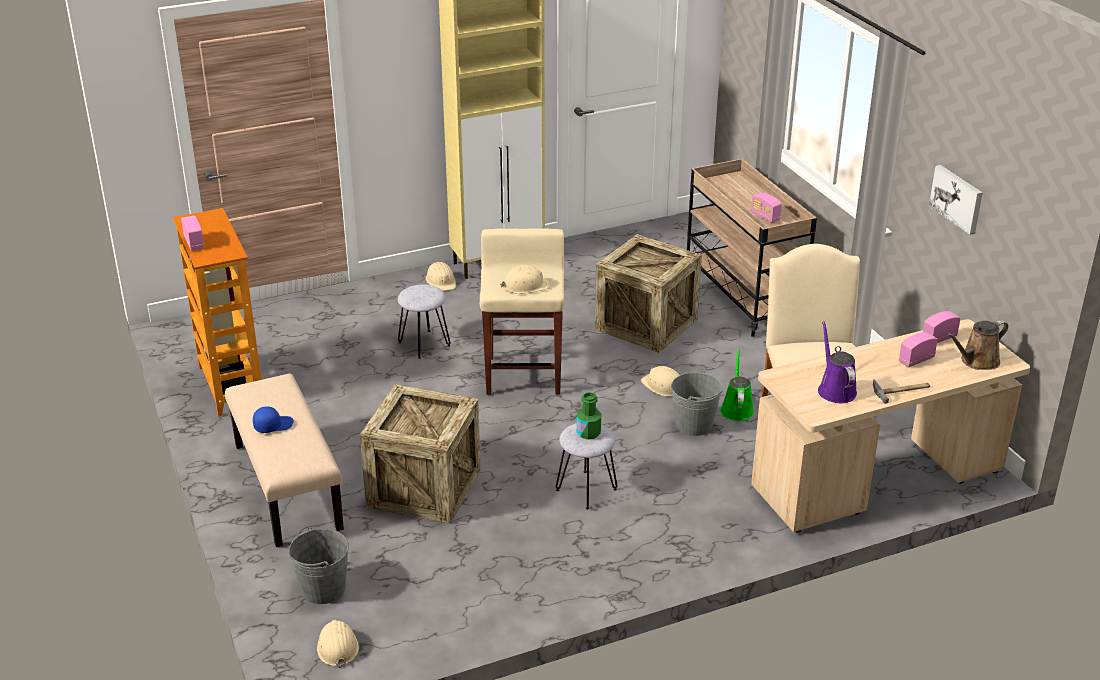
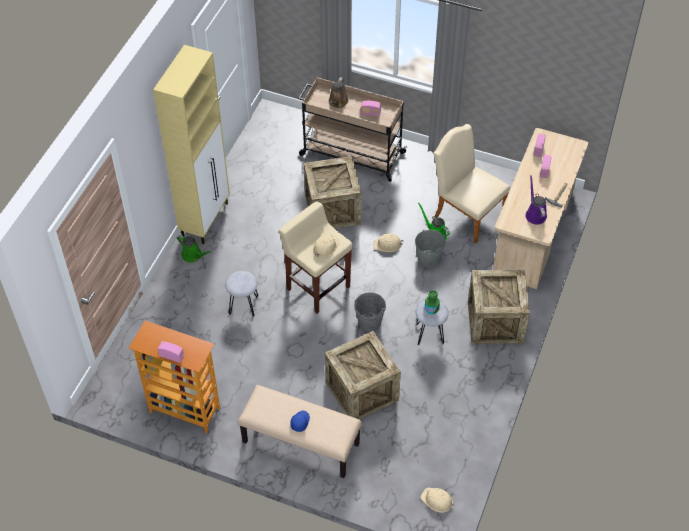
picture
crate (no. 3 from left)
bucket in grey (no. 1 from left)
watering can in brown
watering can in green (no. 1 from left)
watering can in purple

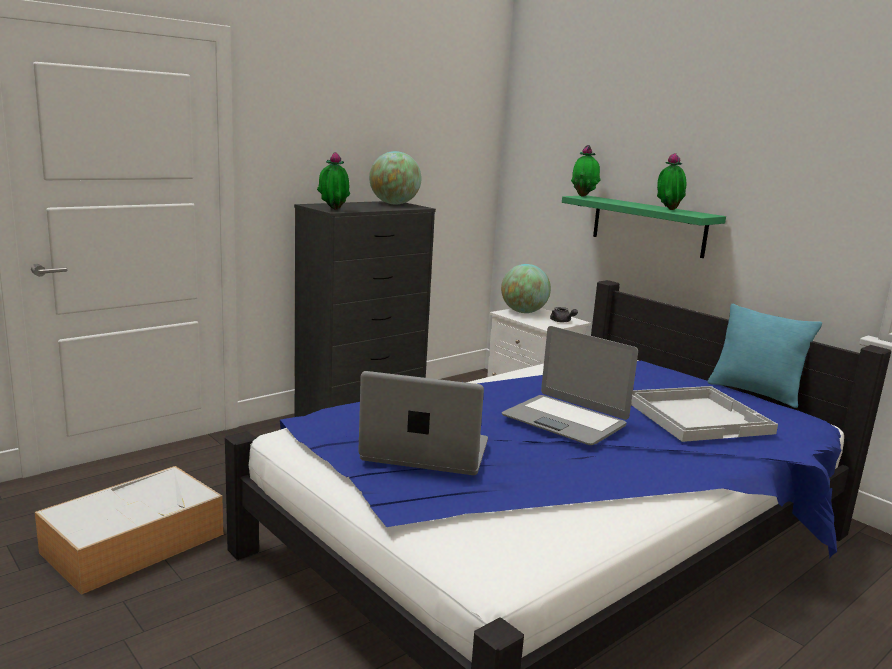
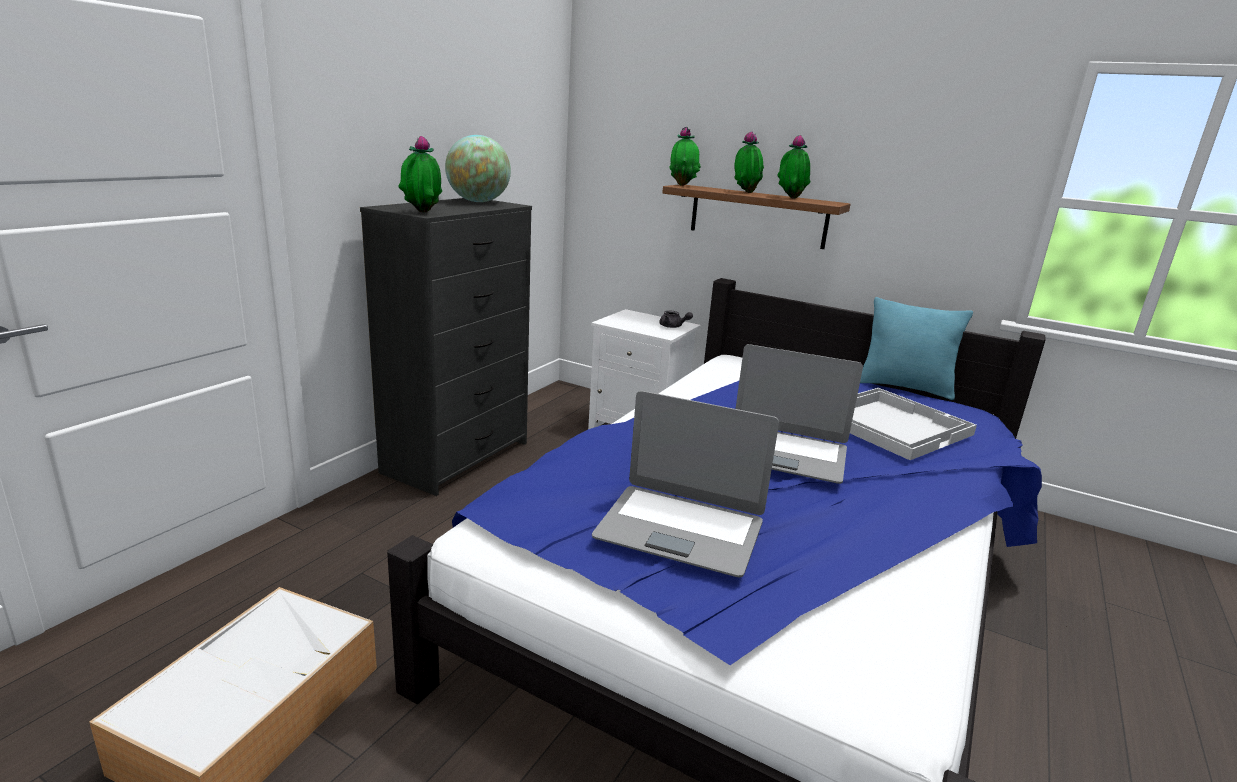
globe (no. 2 from left in the first image)
potted plant (no. 3 from left)
shelf in brown
laptop (no. 1 from left)

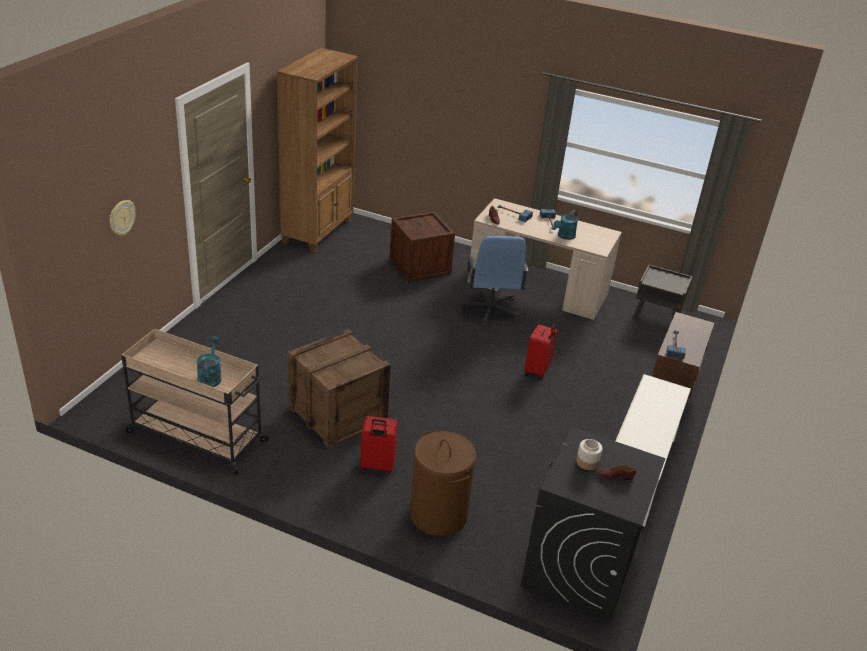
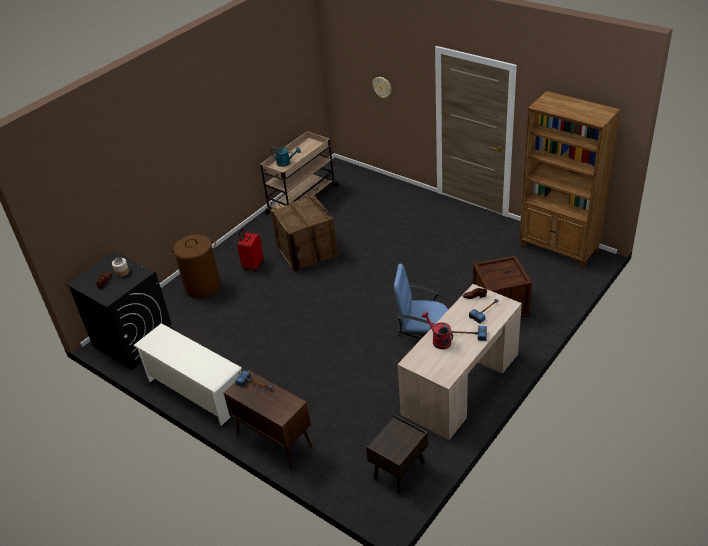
suitcase in red (no. 2 from left in the first image)
watering can in red

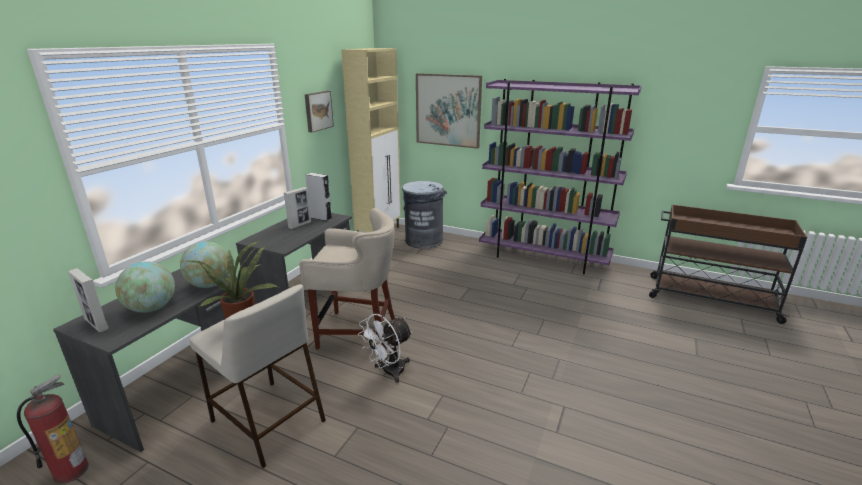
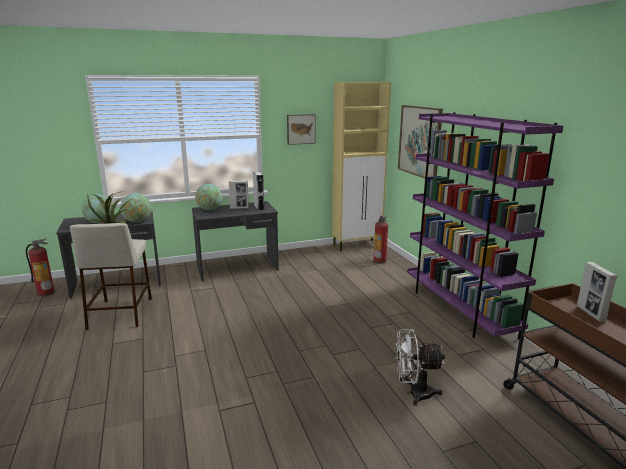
stool in beige (no. 2 from left in the first image)
globe (no. 3 from left)
picture frame (no. 2 from left)
fan in white
fire extinguisher (no. 2 from left)

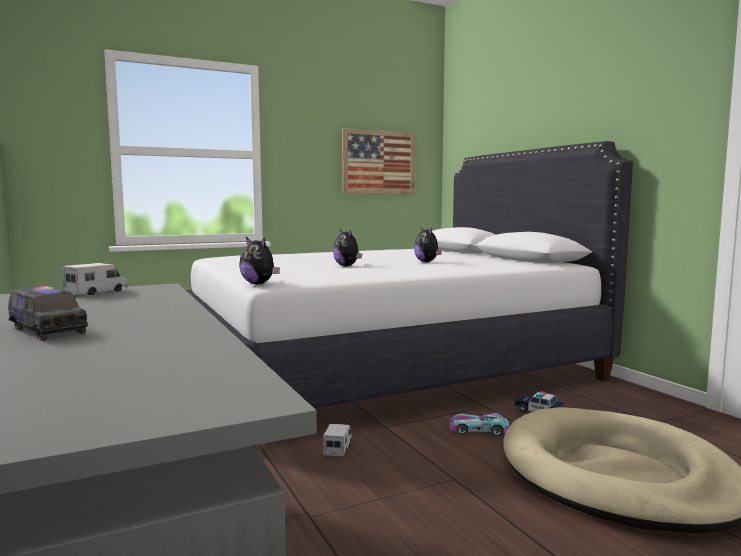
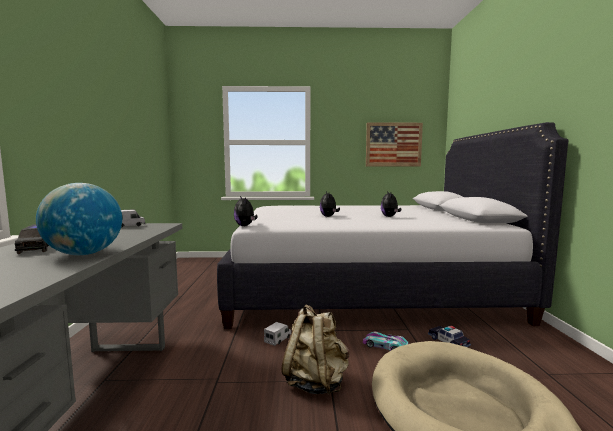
globe
backpack in beige

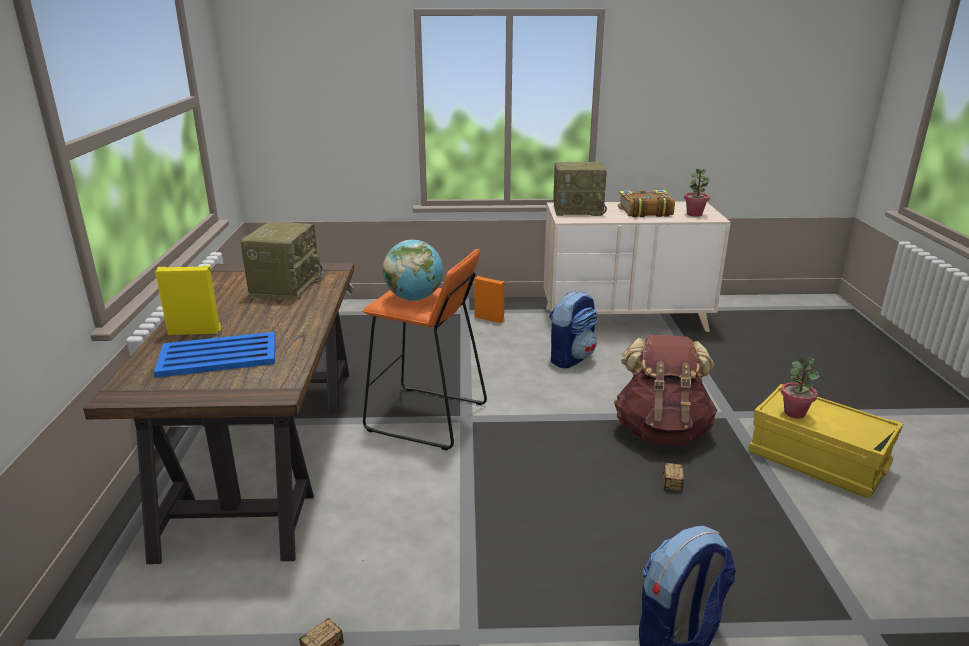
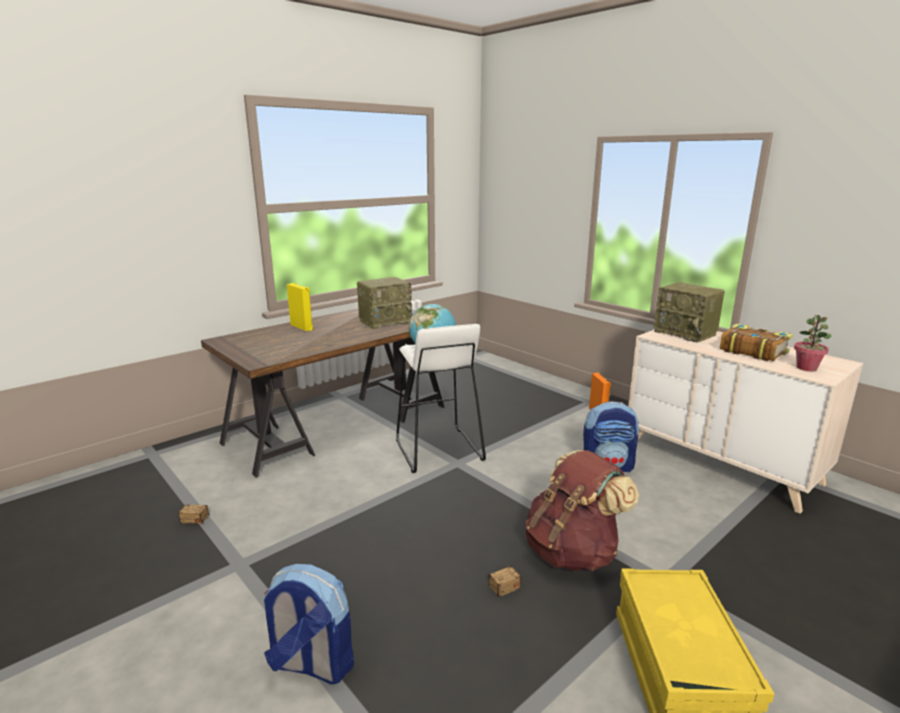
tray in blue
potted plant (no. 2 from left in the first image)
stool in white

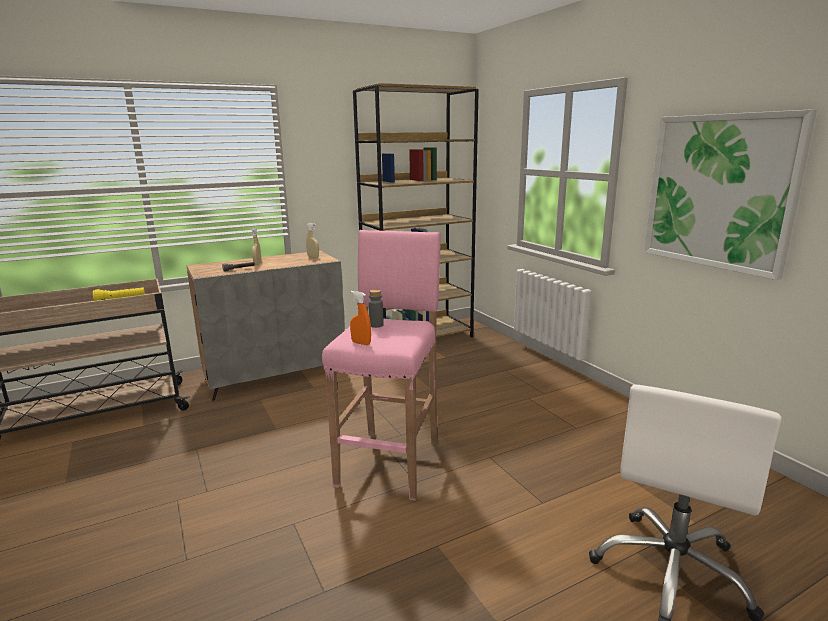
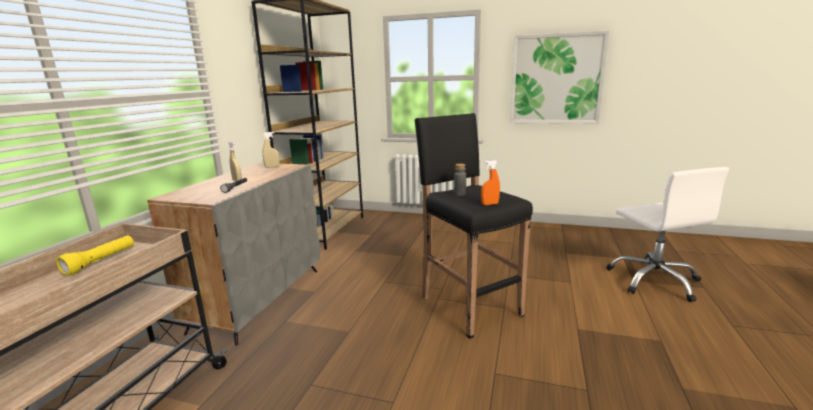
stool in black

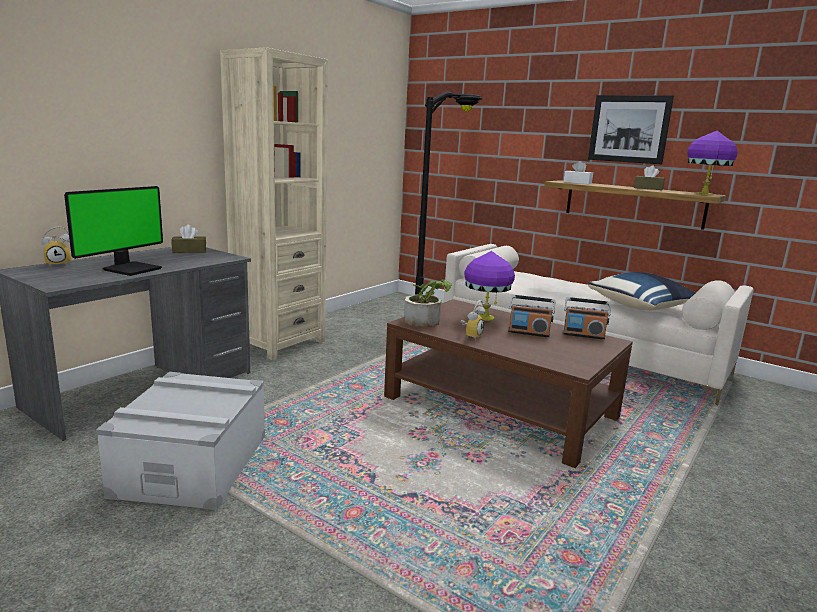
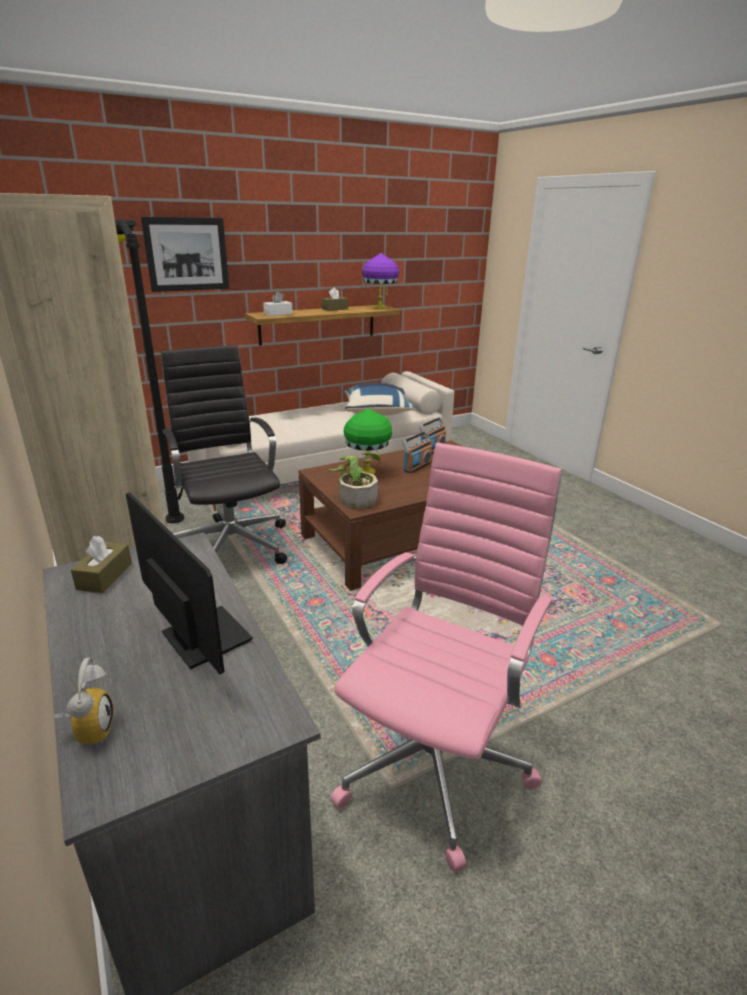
alarm clock (no. 2 from left in the first image)
office chair in black
picture
office chair in pink
table lamp in green

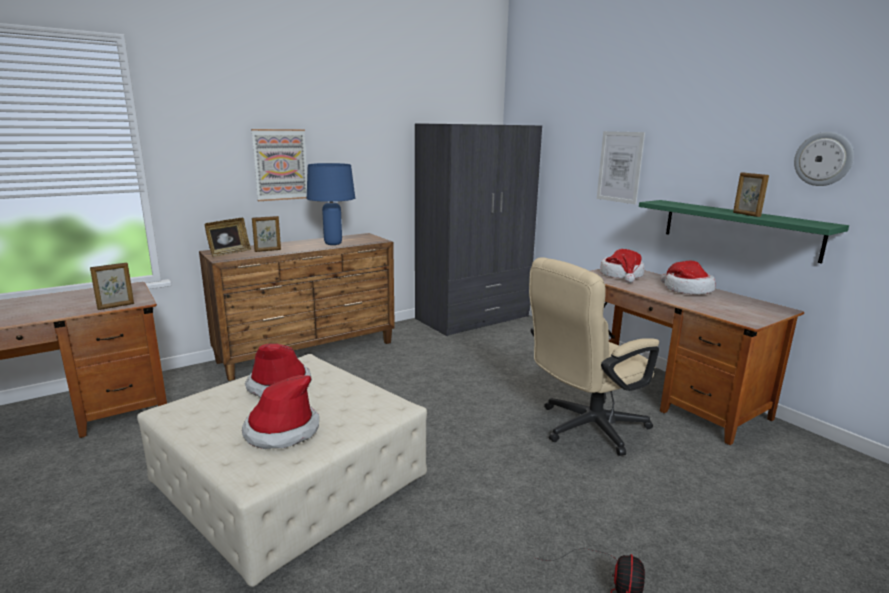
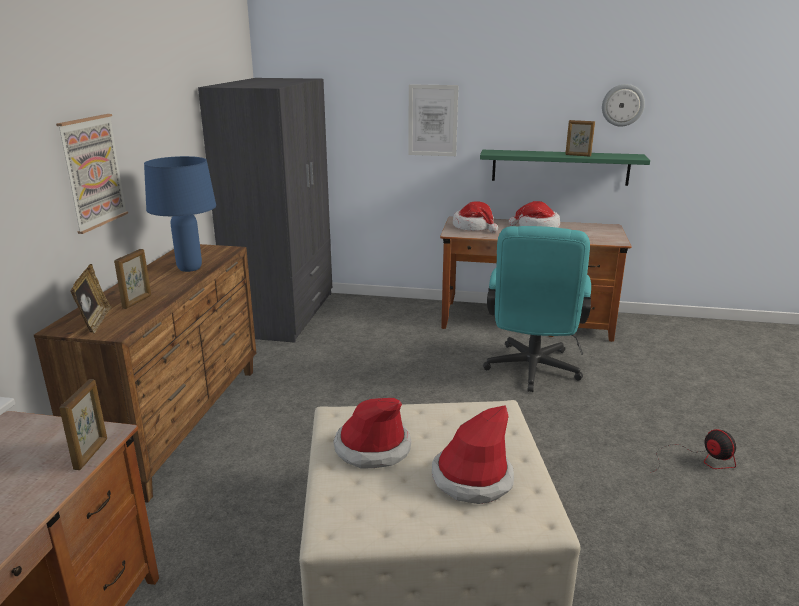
office chair in turquoise

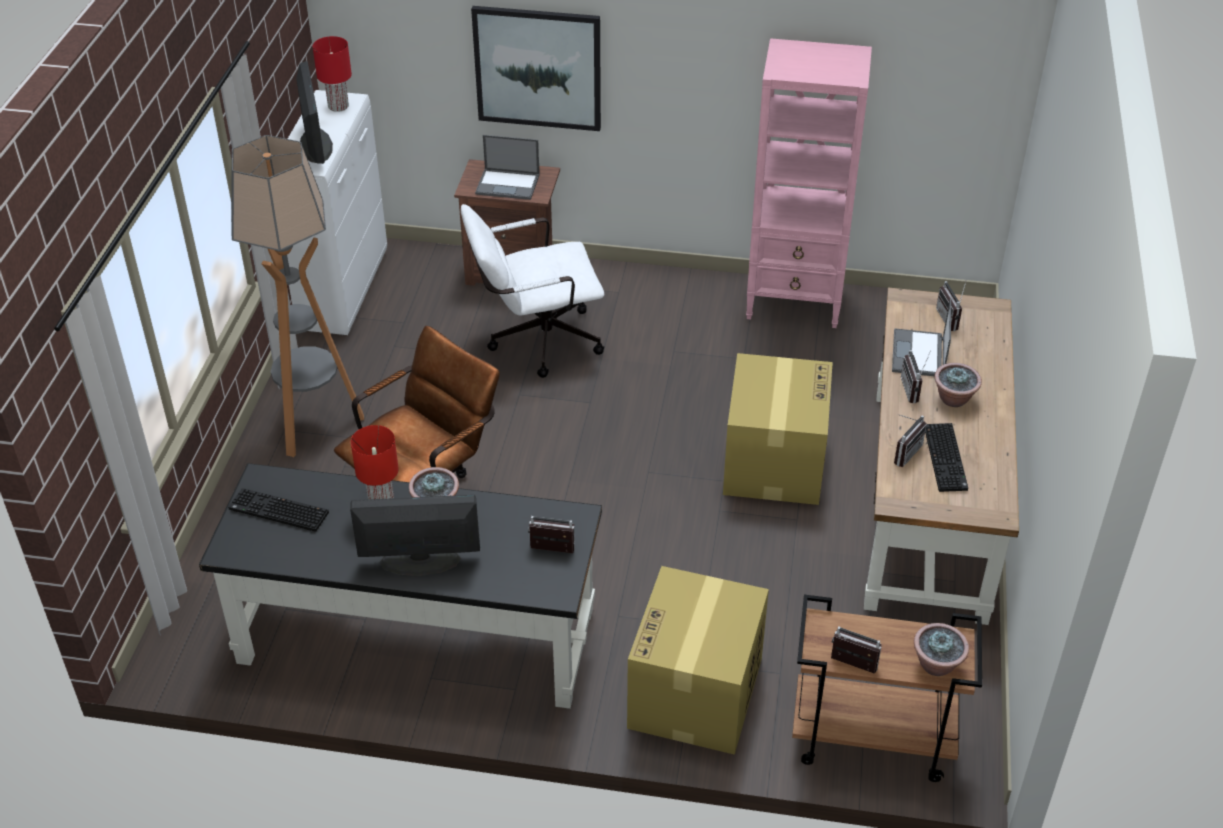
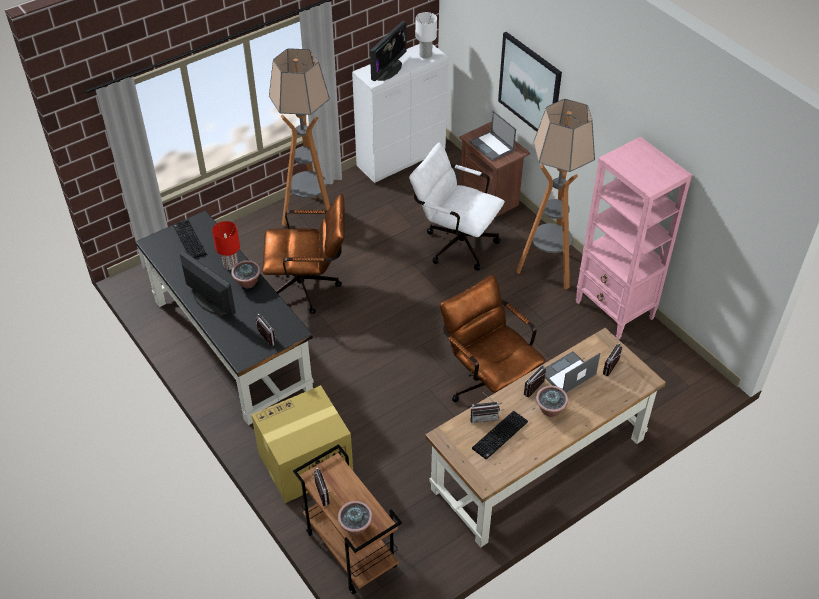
floor lamp (no. 2 from left)
office chair in brown (no. 2 from left)
table lamp in white

